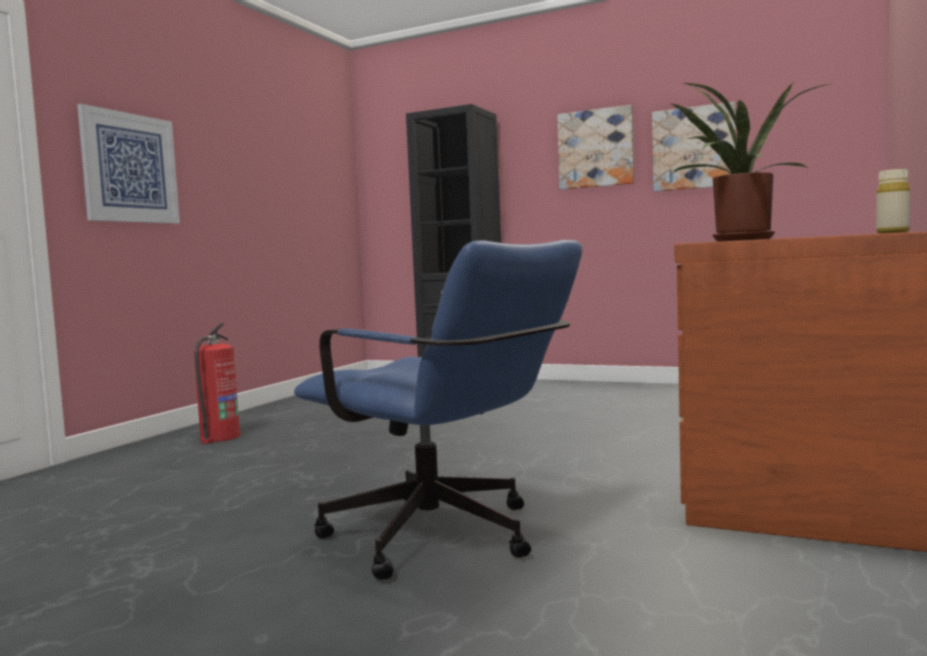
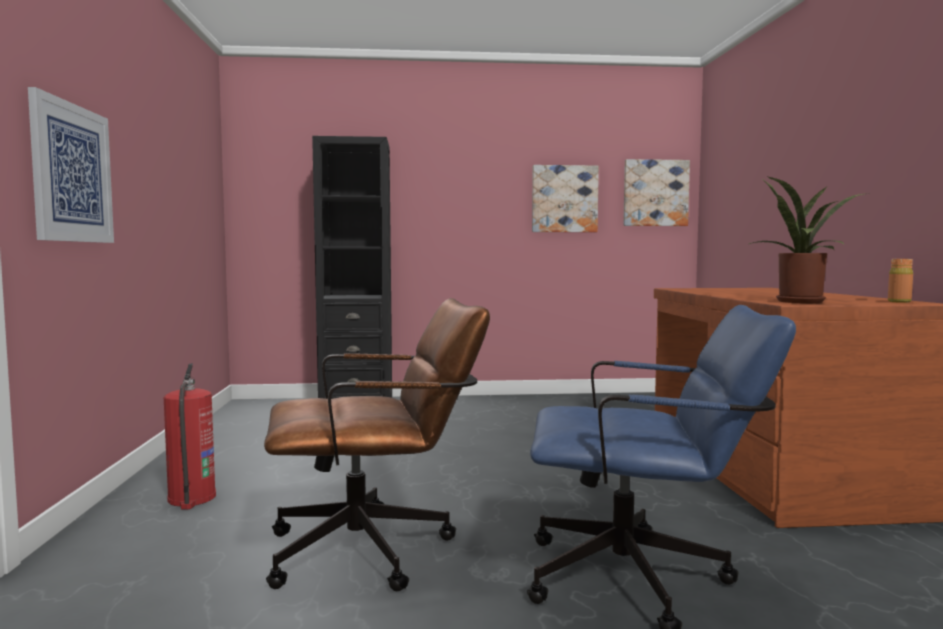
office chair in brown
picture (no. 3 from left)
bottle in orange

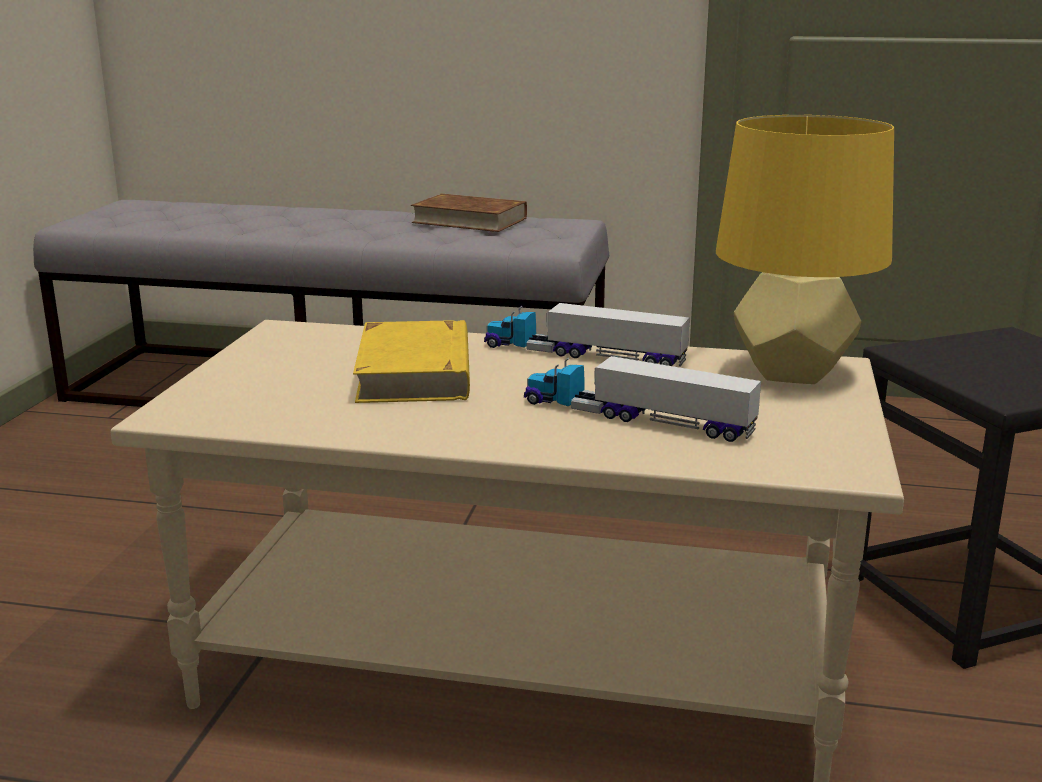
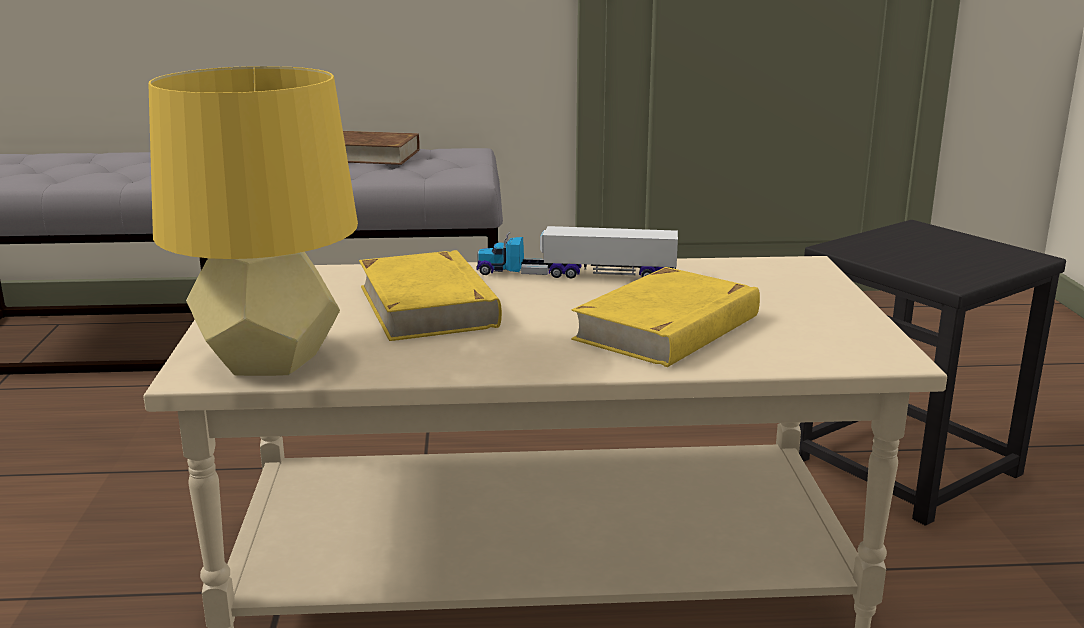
table lamp in yellow
book in yellow (no. 2 from left)

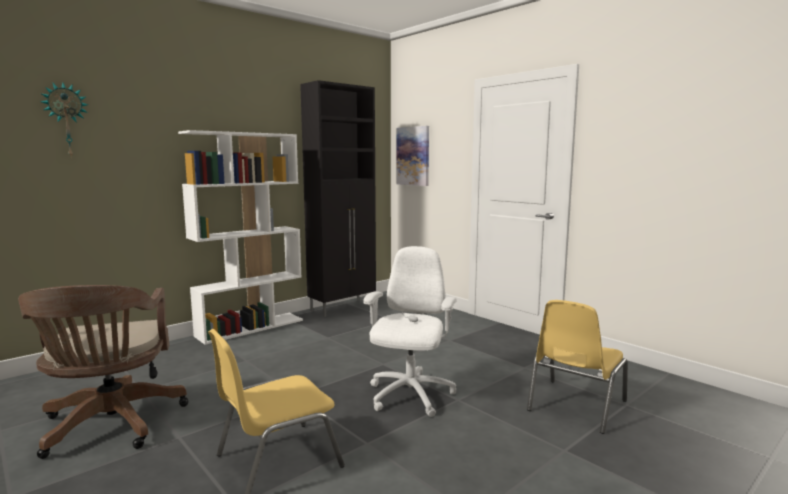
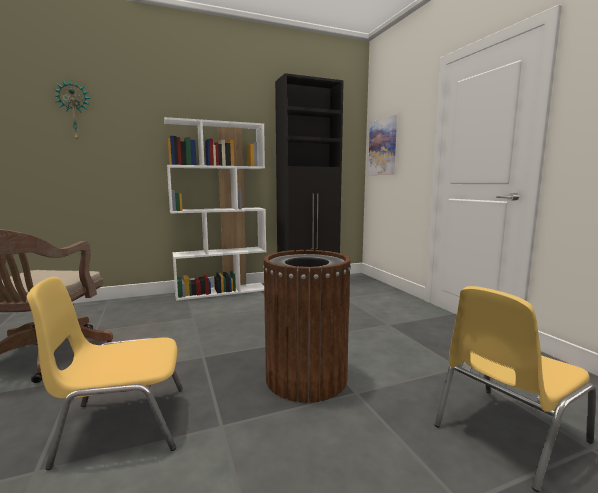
trash can in brown

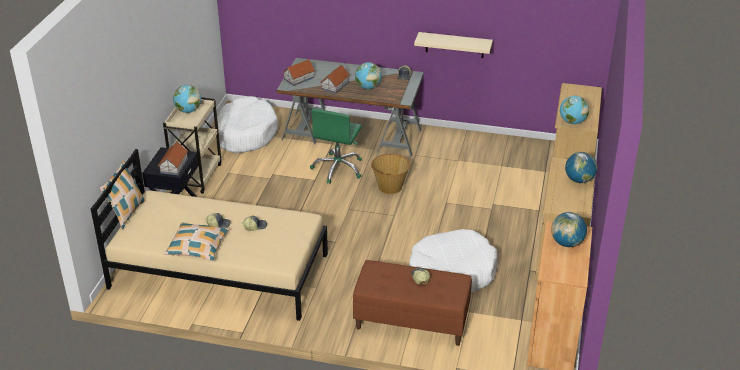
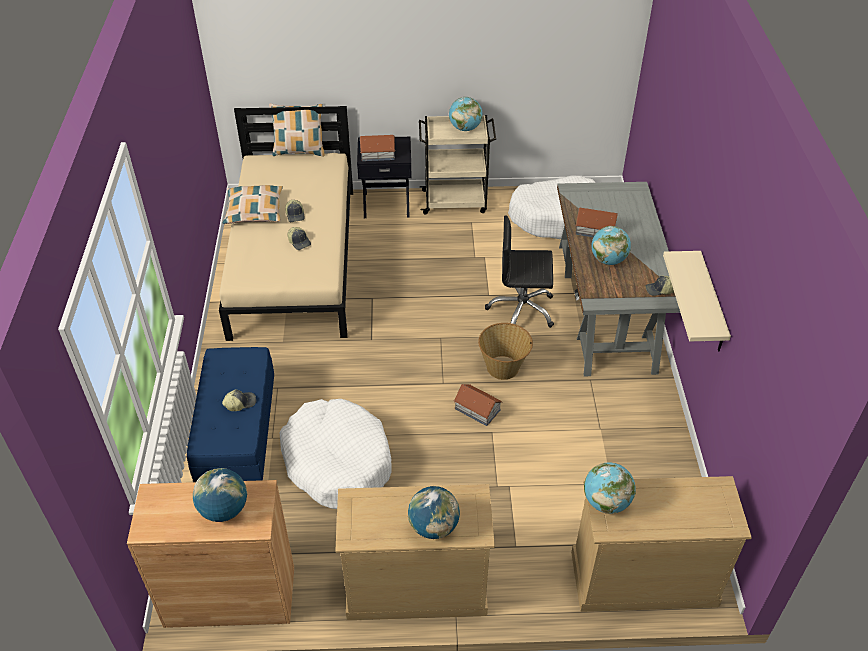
toy house (no. 2 from left)
office chair in black
bench in blue

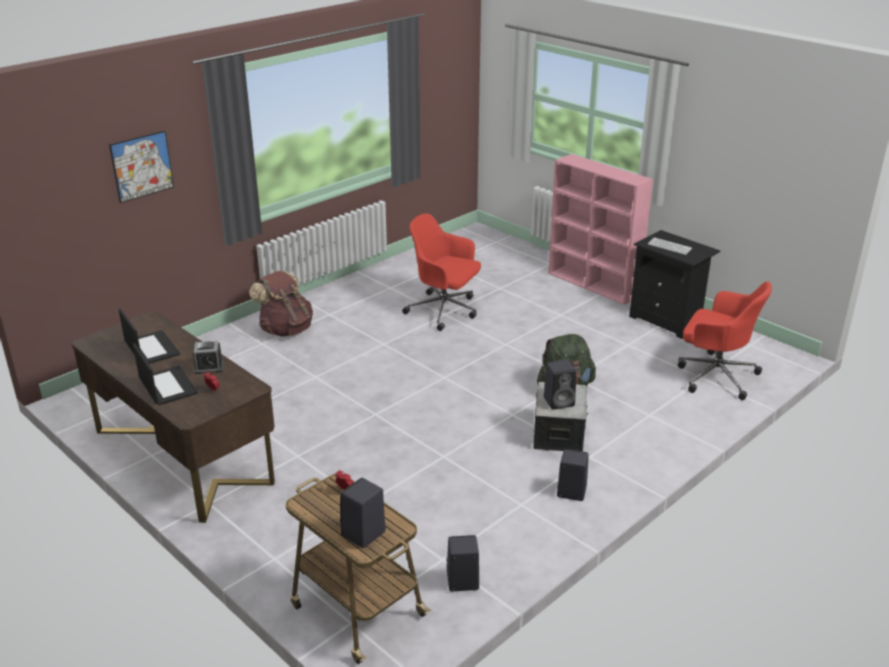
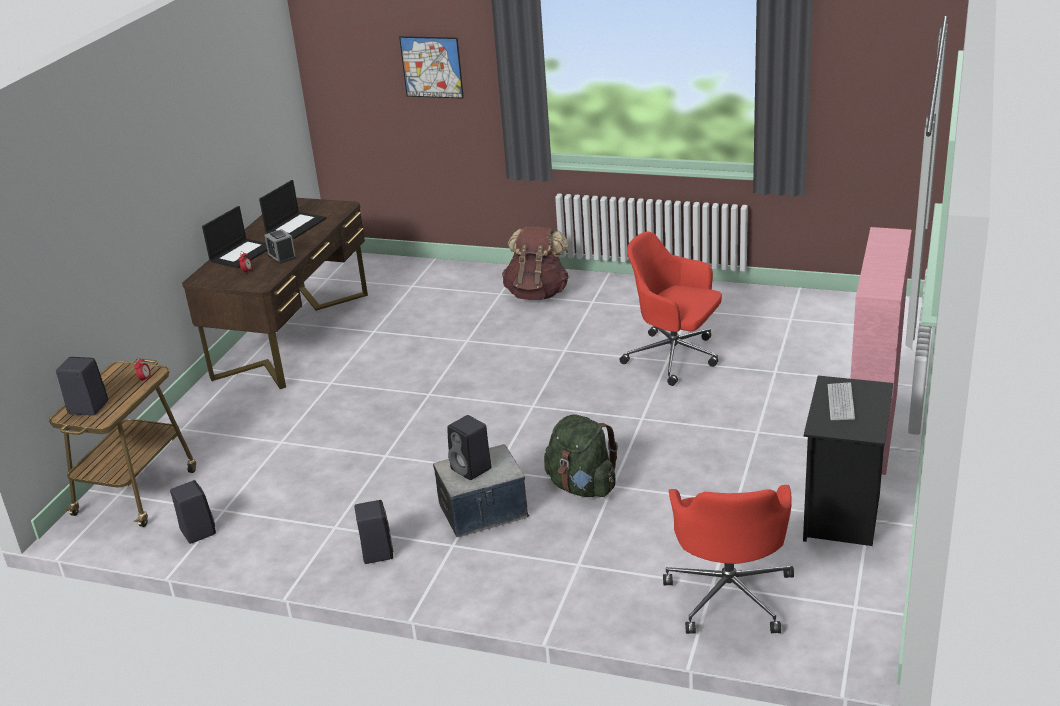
office chair in red (no. 1 from left)

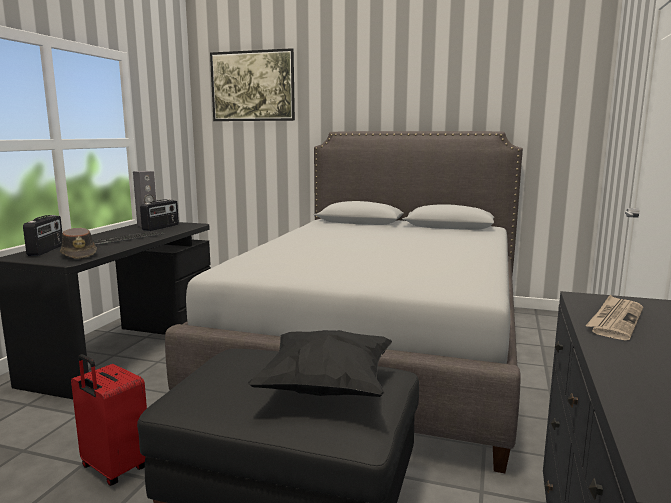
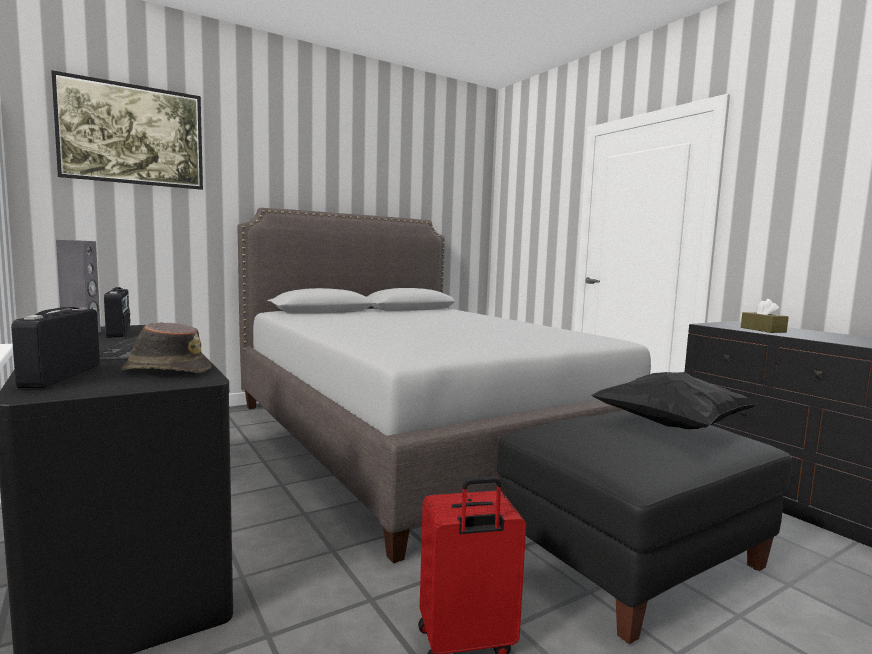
tissue box in brown
radio (no. 1 from left)

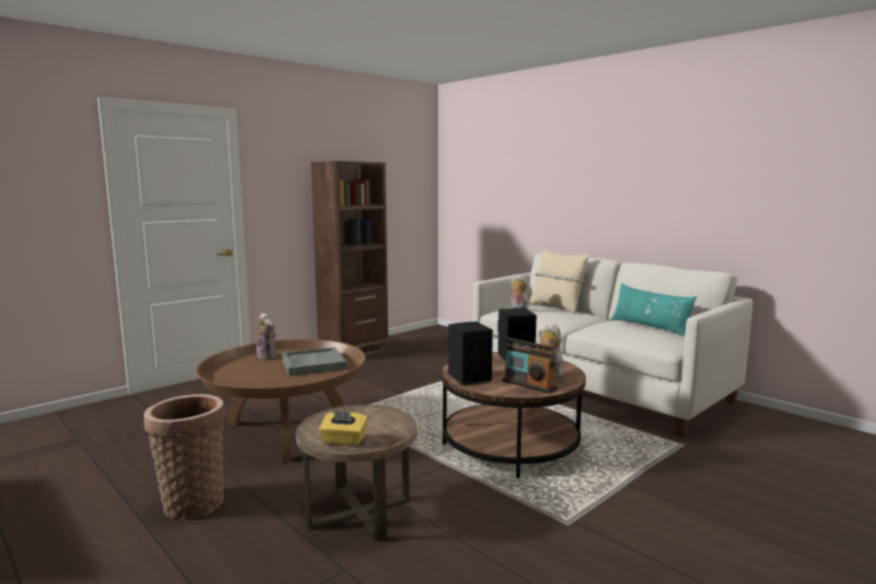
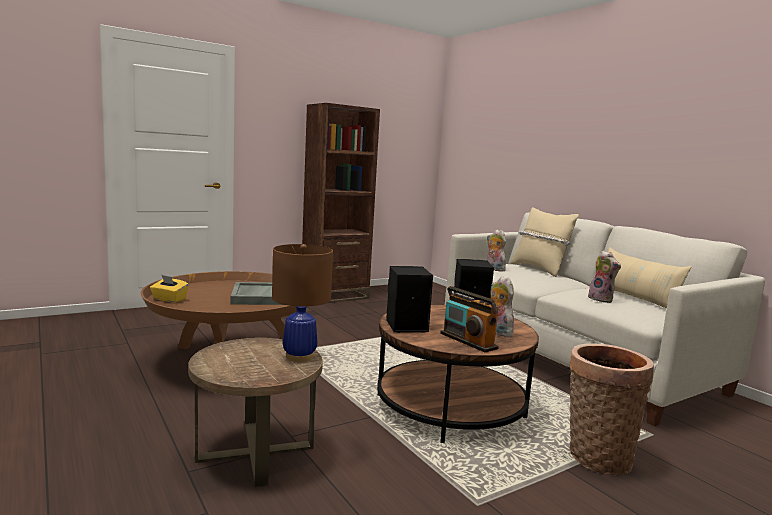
table lamp in brown
basket
plush toy (no. 3 from left)
tissue box in yellow
pillow in beige (no. 2 from left)

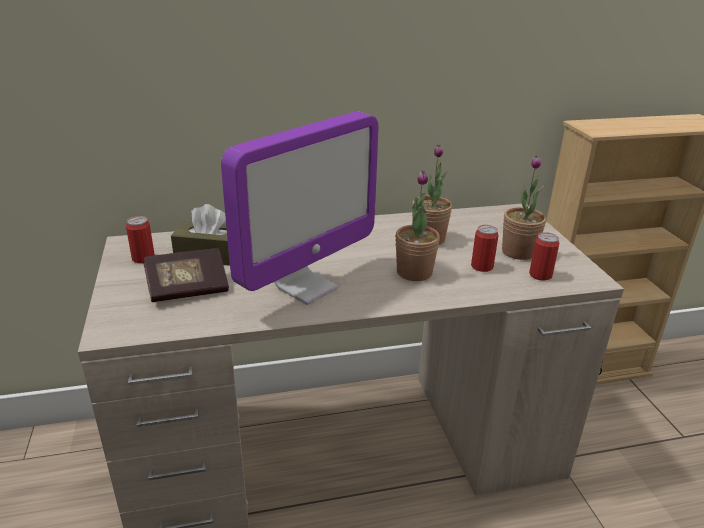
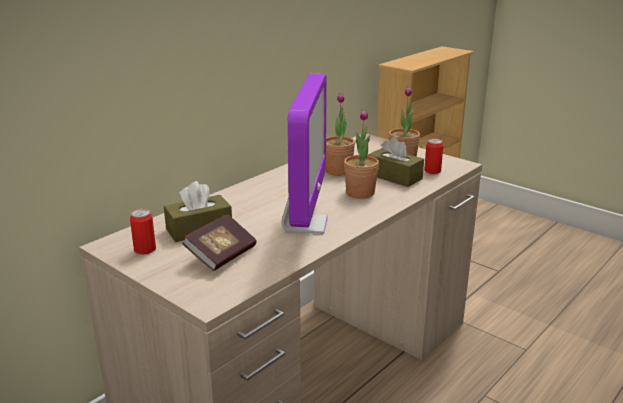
tissue box in brown (no. 2 from left)

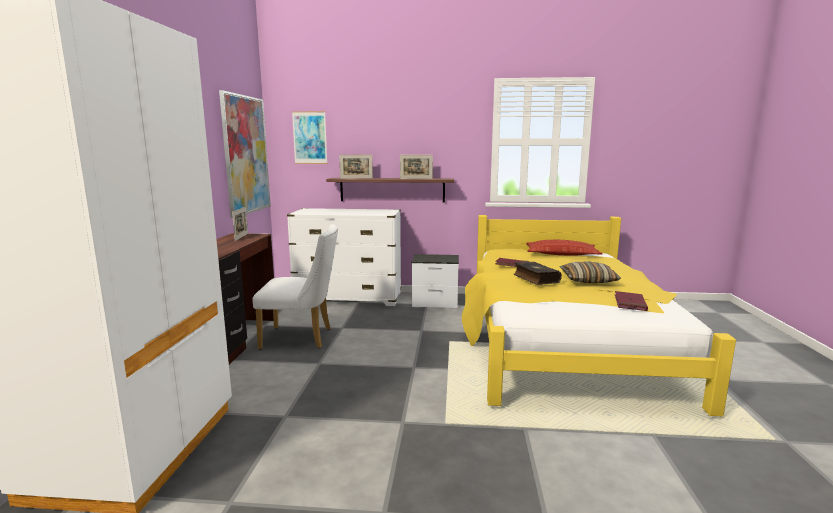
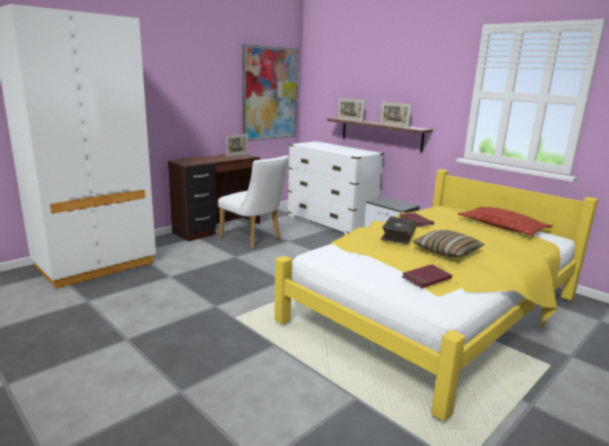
picture (no. 2 from left in the first image)

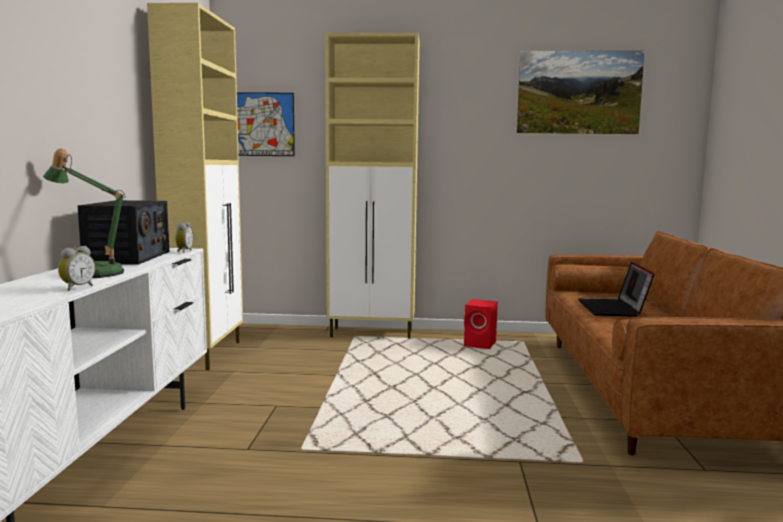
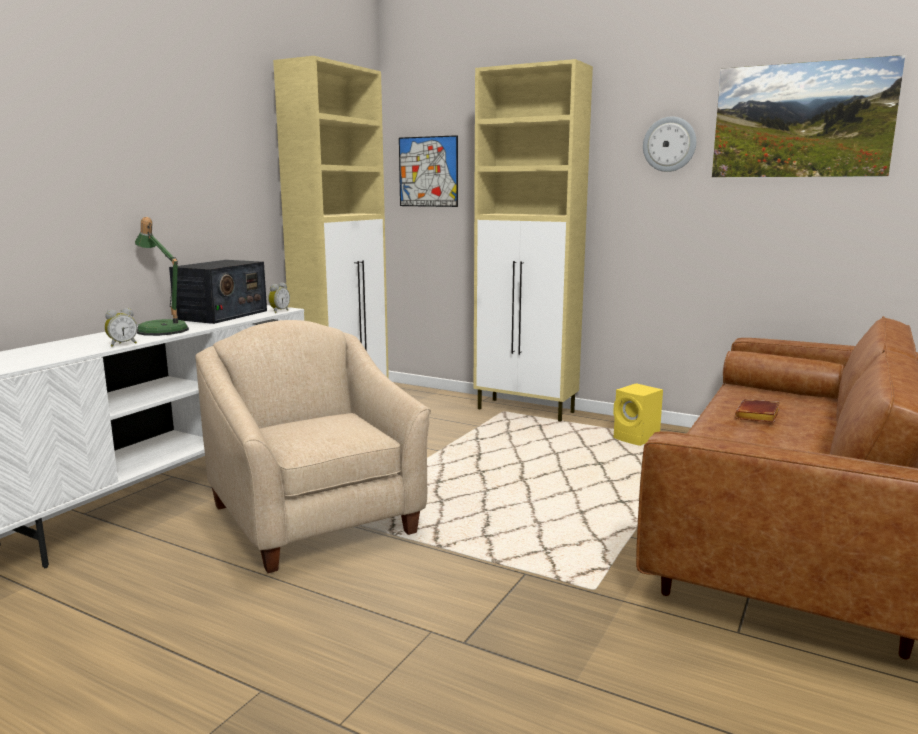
armchair in beige
wall clock
book in brown
speaker in yellow

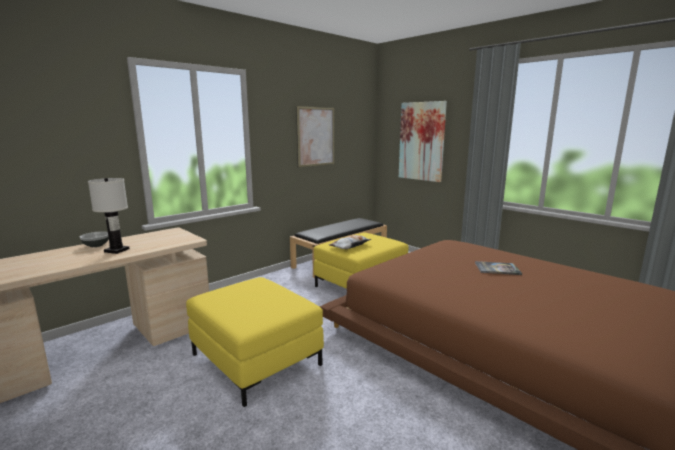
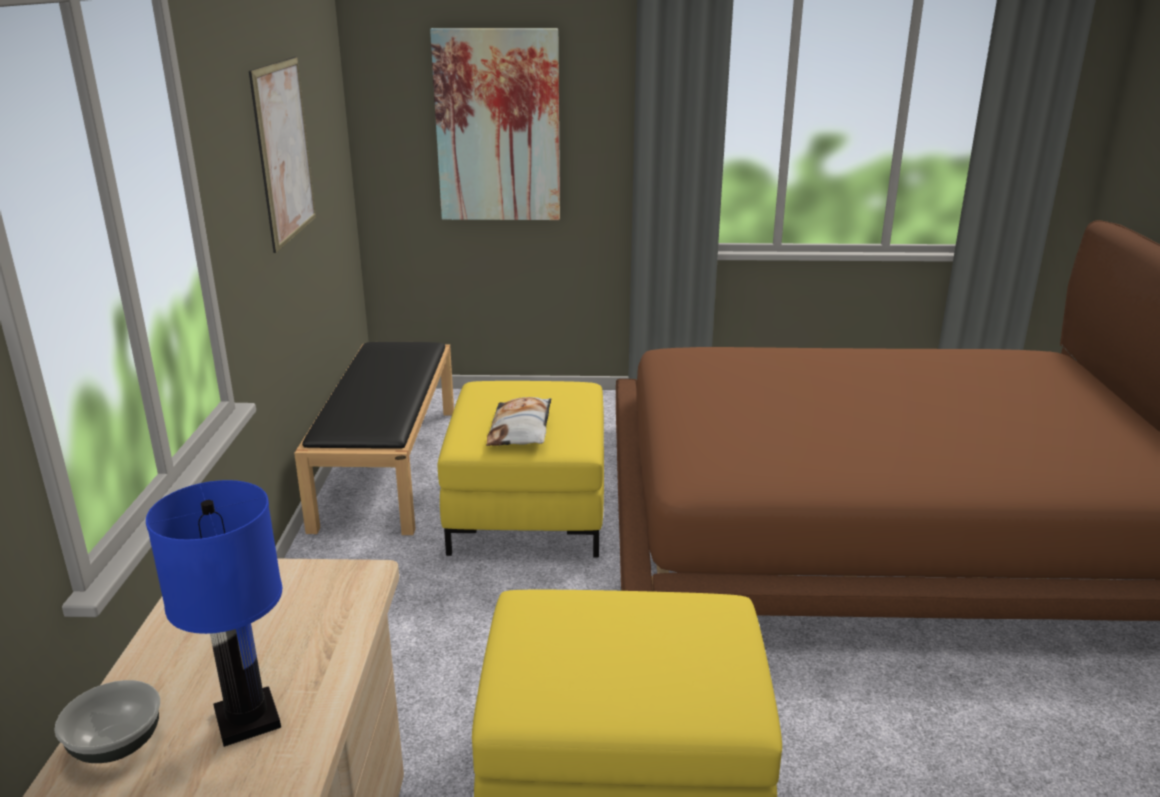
book
table lamp in blue

